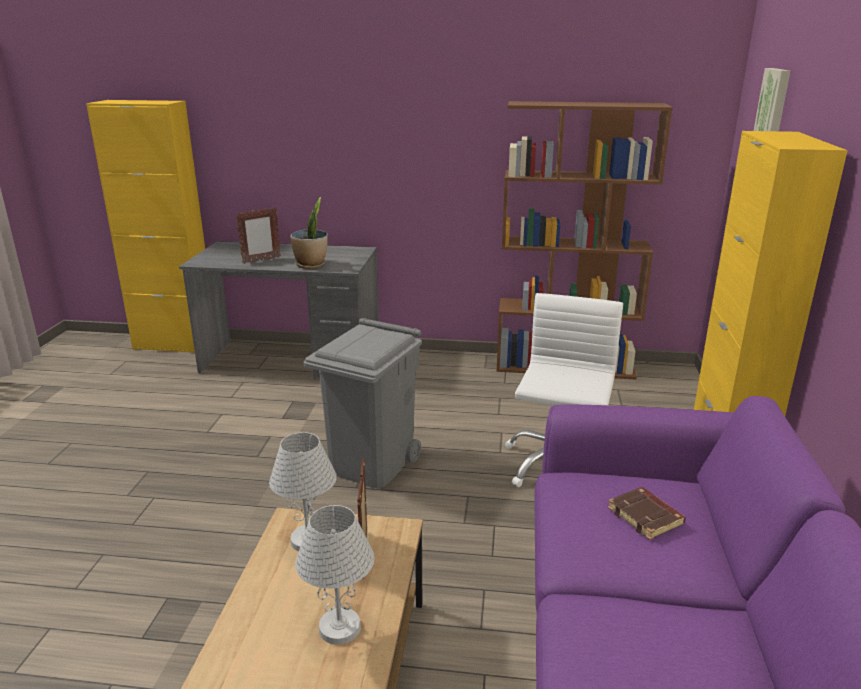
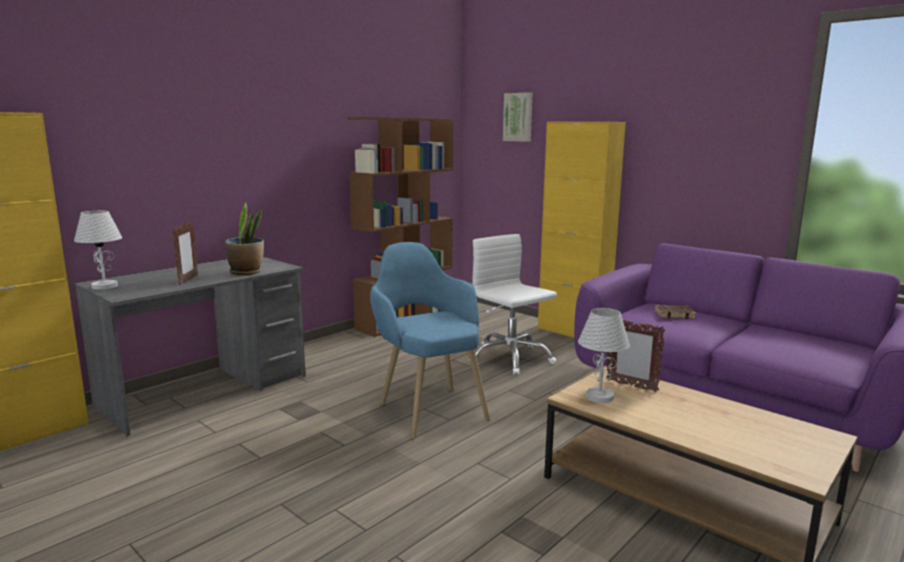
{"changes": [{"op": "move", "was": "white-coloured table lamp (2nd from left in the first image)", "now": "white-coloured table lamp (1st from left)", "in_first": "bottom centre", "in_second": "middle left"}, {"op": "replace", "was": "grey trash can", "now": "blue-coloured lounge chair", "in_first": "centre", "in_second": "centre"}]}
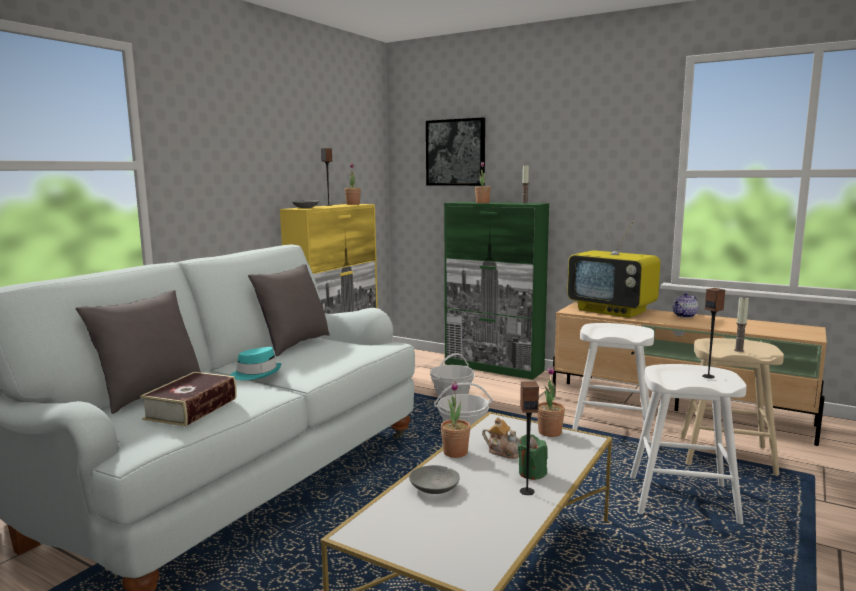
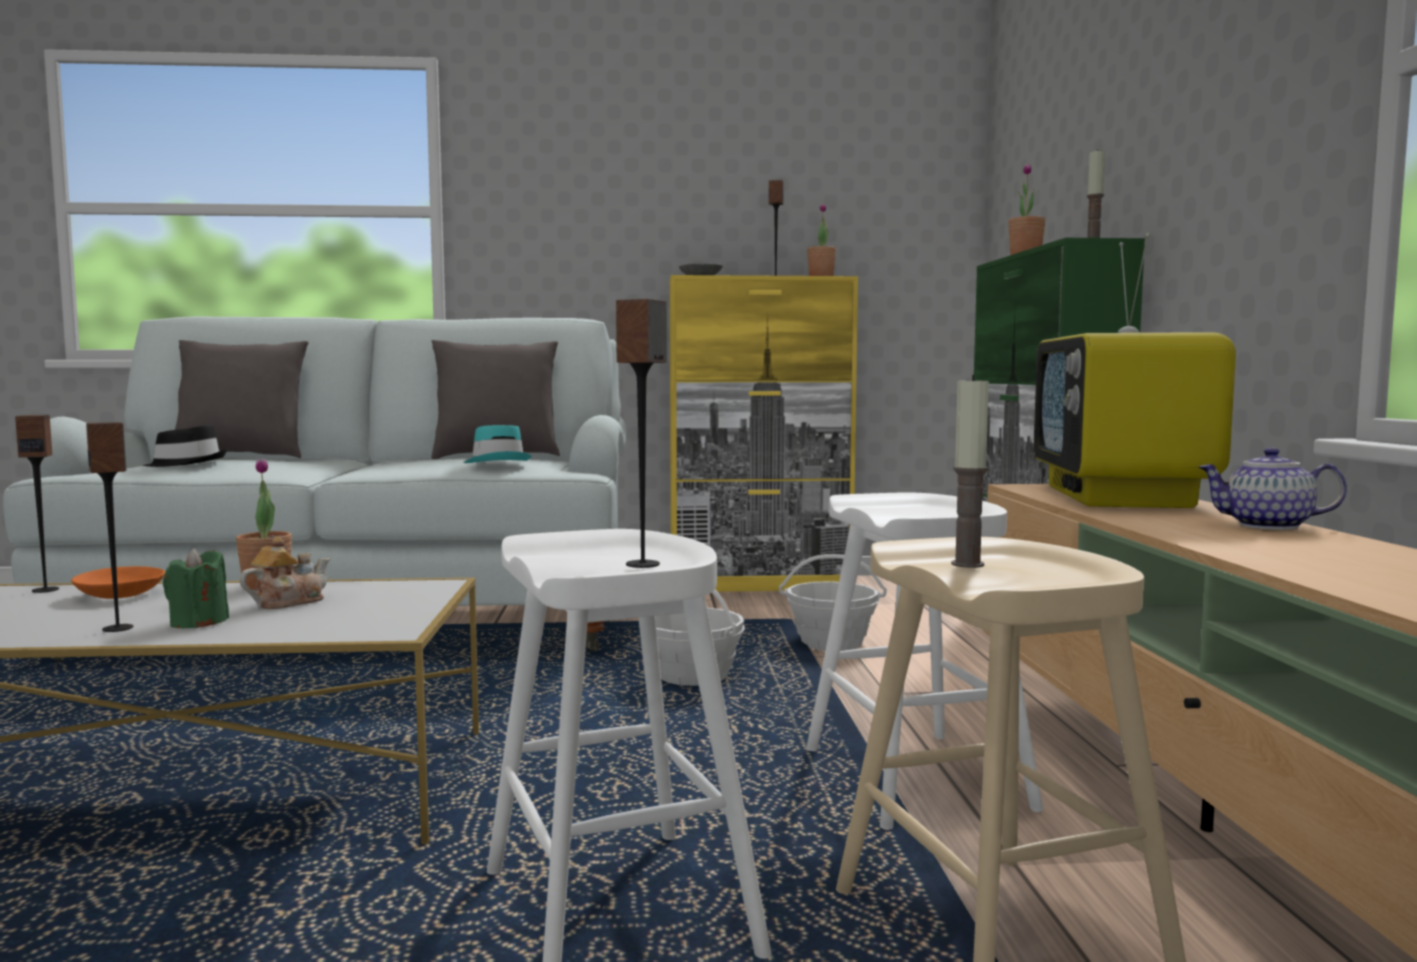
{"changes": [{"op": "replace", "was": "book", "now": "black-coloured clothing hat", "in_first": "bottom left", "in_second": "middle left"}, {"op": "move", "was": "turquoise-coloured clothing hat", "in_first": "middle left", "in_second": "centre"}, {"op": "recolor", "was": "grey deep dish (2nd from left)", "now": "orangey deep dish", "in_first": "bottom centre", "in_second": "middle left"}, {"op": "delete", "was": "picture", "in_first": "top centre"}, {"op": "rotate", "was": "pot for tea (1st from left)", "in_first": "bottom centre", "in_second": "middle left", "clockwise": -135}, {"op": "delete", "was": "plant in a pot (4th from left)", "in_first": "bottom centre"}, {"op": "insert", "now": "loudspeaker (1st from left)", "in_second": "middle left"}]}
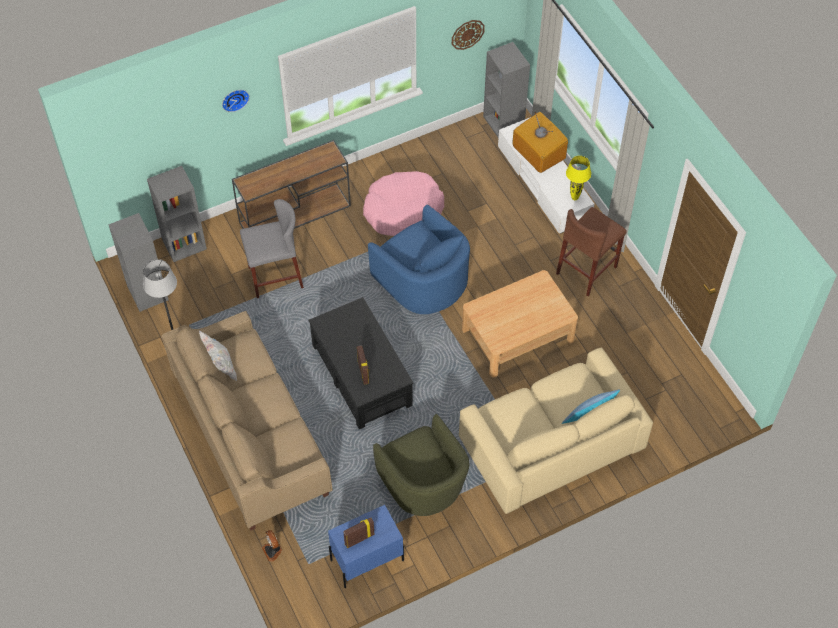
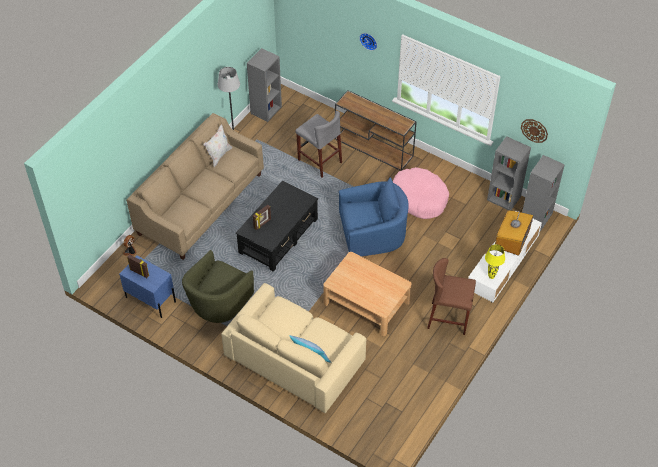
{"changes": [{"op": "move", "was": "grey shelving unit (2nd from left)", "in_first": "middle left", "in_second": "middle right"}, {"op": "rotate", "was": "blue-coloured lounge chair", "in_first": "centre", "in_second": "centre", "clockwise": -120}]}
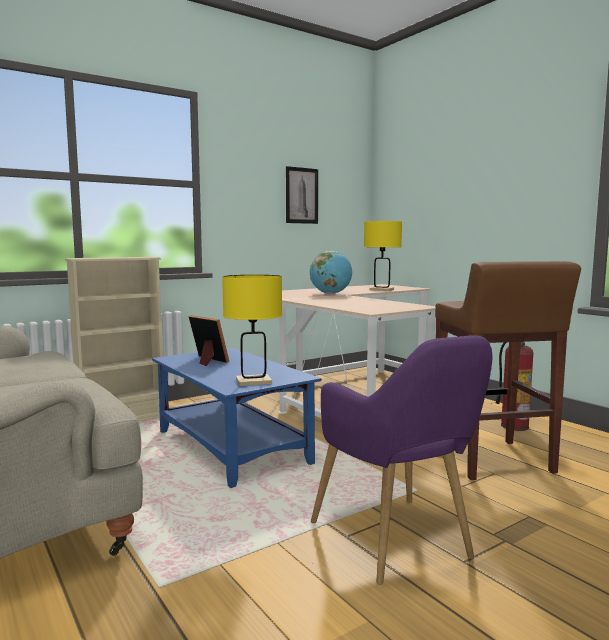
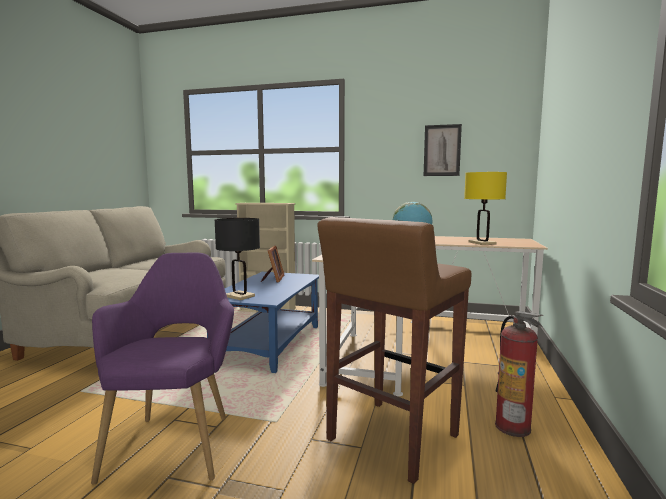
{"changes": [{"op": "recolor", "was": "yellow-coloured table lamp (1st from left)", "now": "black-coloured table lamp", "in_first": "centre", "in_second": "centre"}, {"op": "rotate", "was": "purple lounge chair", "in_first": "bottom centre", "in_second": "bottom left", "clockwise": 150}]}
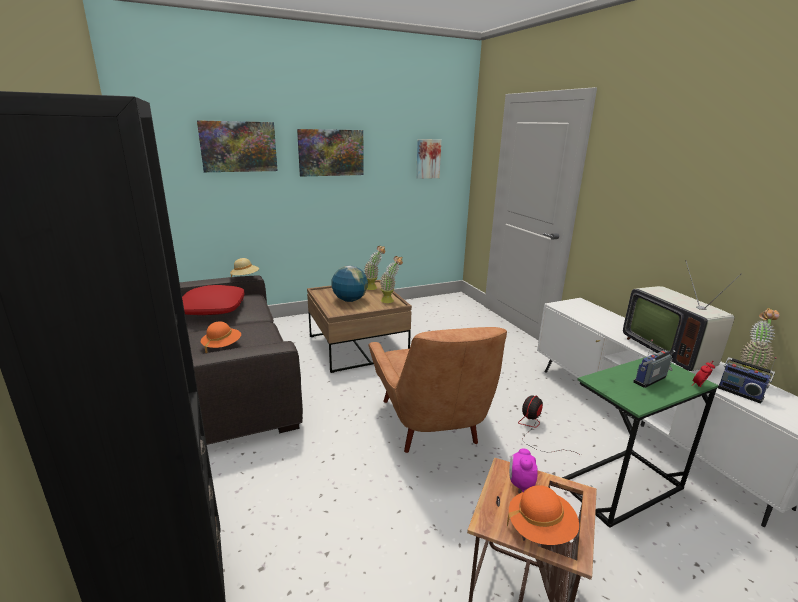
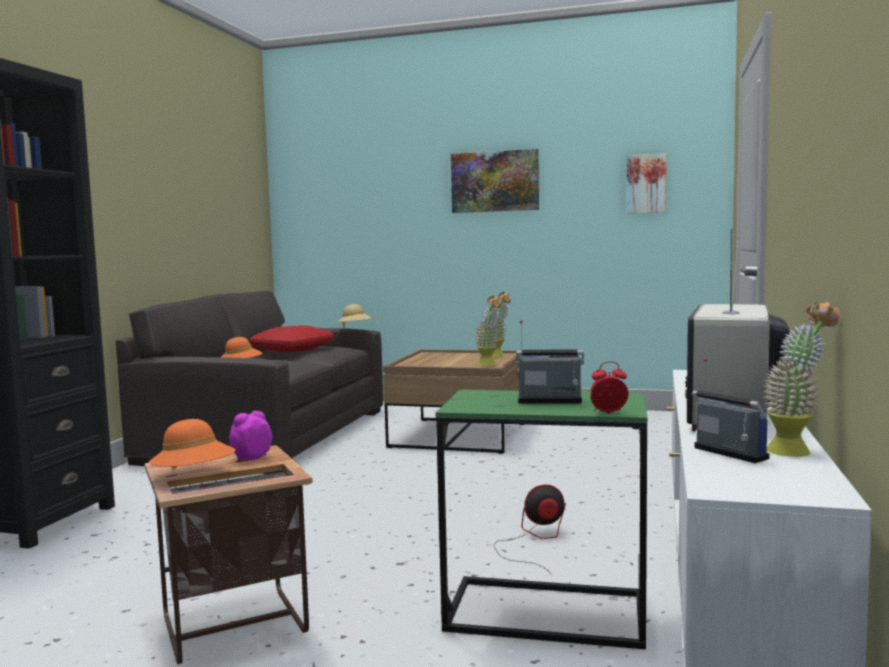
{"changes": [{"op": "delete", "was": "picture (1st from left)", "in_first": "top left"}, {"op": "delete", "was": "world globe", "in_first": "centre"}, {"op": "delete", "was": "brownish lounge chair", "in_first": "centre"}, {"op": "rotate", "was": "radio set (2nd from left)", "in_first": "middle right", "in_second": "middle right", "clockwise": 150}]}
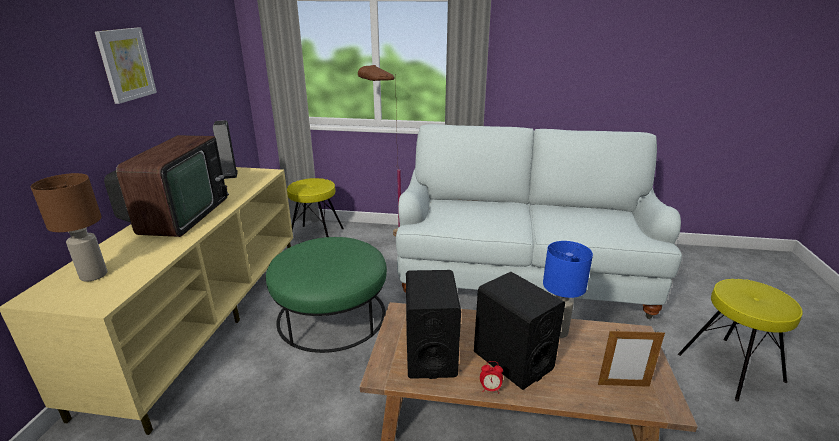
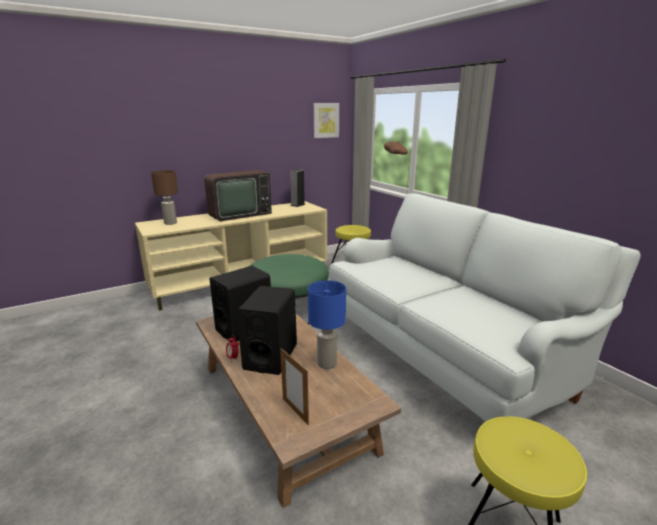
{"changes": [{"op": "move", "was": "picture", "in_first": "top left", "in_second": "top centre"}]}
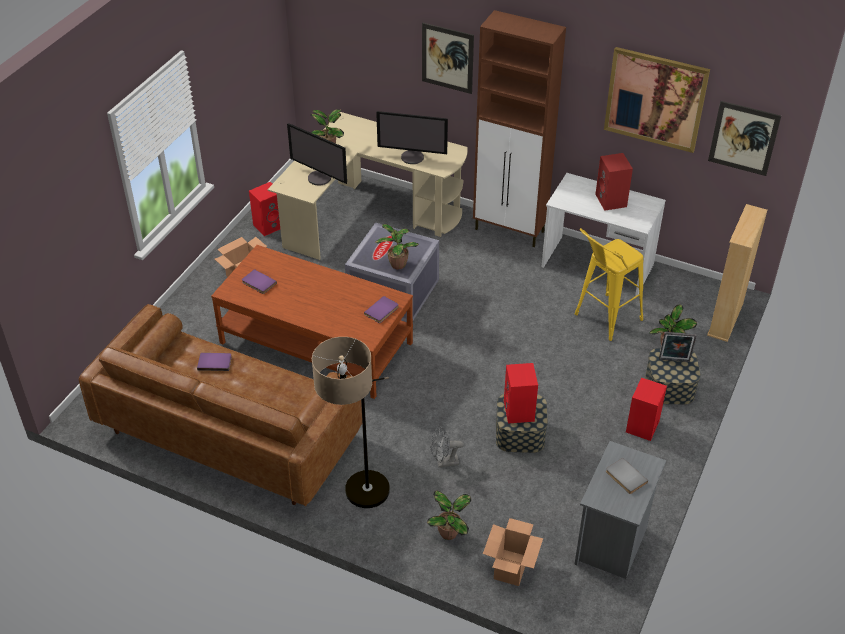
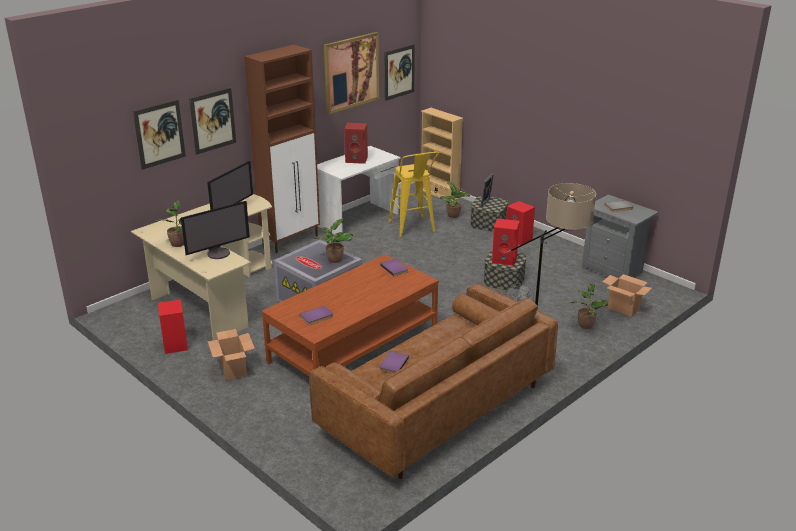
{"changes": [{"op": "insert", "now": "picture (1st from left)", "in_second": "top left"}]}
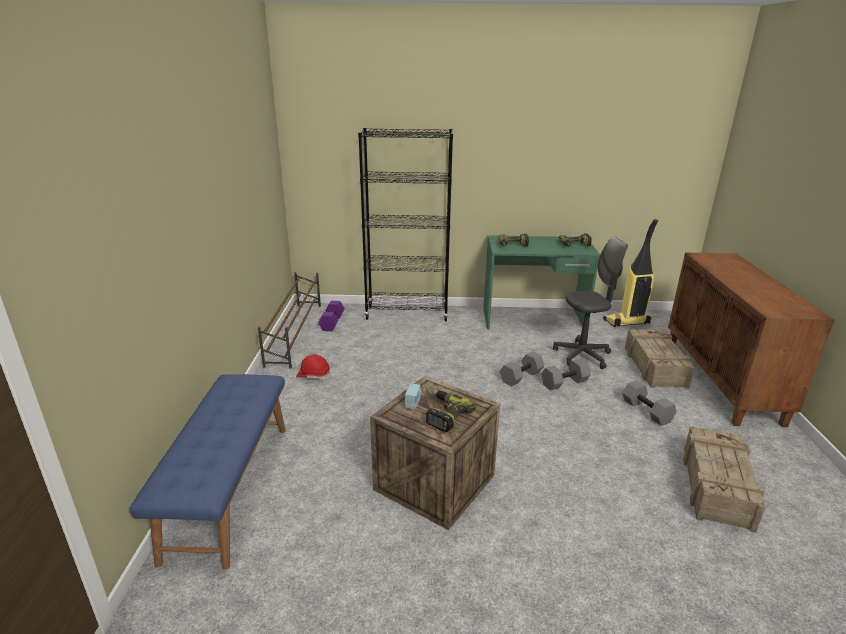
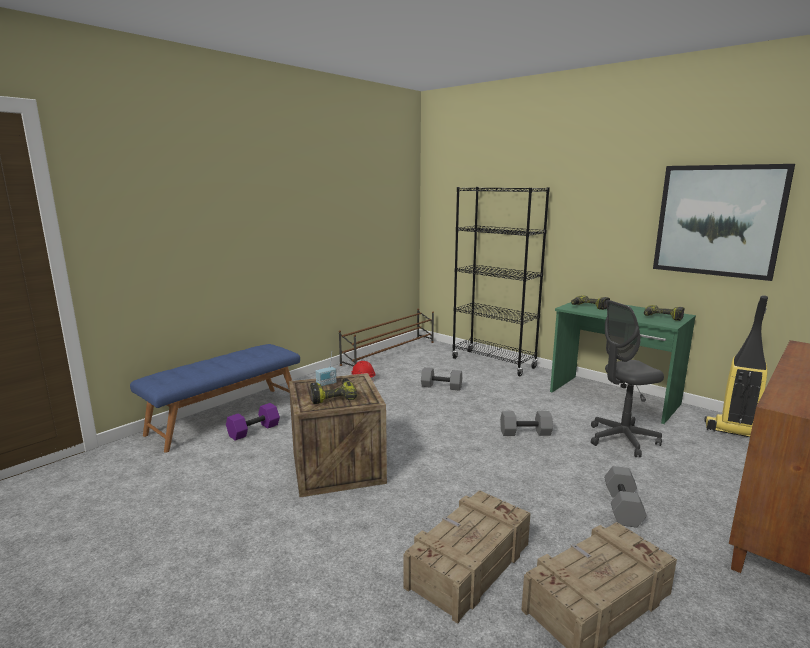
{"changes": [{"op": "move", "was": "purple free weight", "in_first": "centre", "in_second": "middle left"}, {"op": "move", "was": "grey free weight (2nd from left in the first image)", "now": "grey free weight (1st from left)", "in_first": "middle right", "in_second": "centre"}, {"op": "rotate", "was": "grey office chair", "in_first": "middle right", "in_second": "middle right", "clockwise": 135}, {"op": "move", "was": "shipping crate (2nd from left)", "in_first": "middle right", "in_second": "bottom centre"}, {"op": "insert", "now": "picture", "in_second": "middle right"}]}
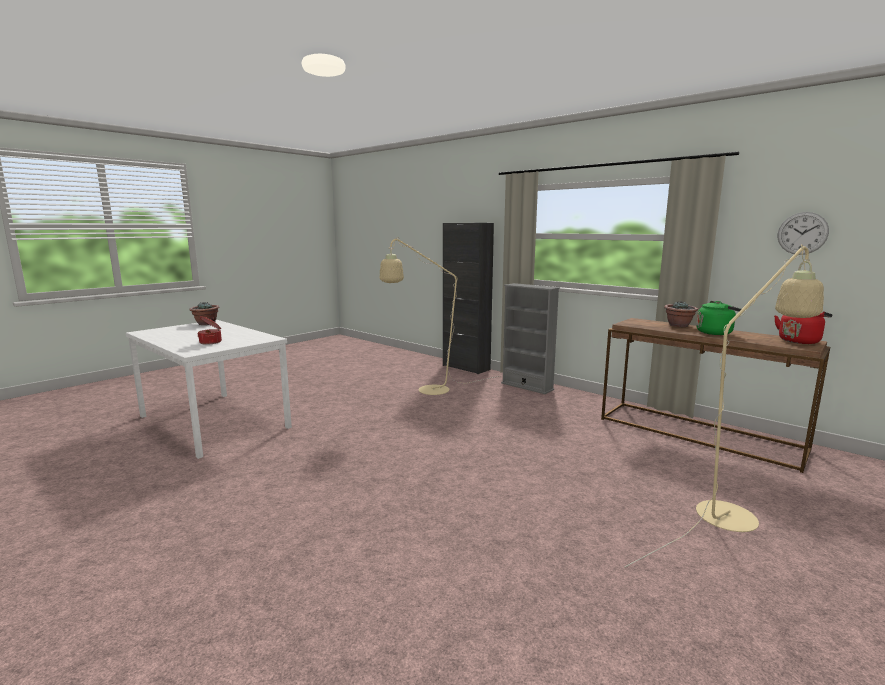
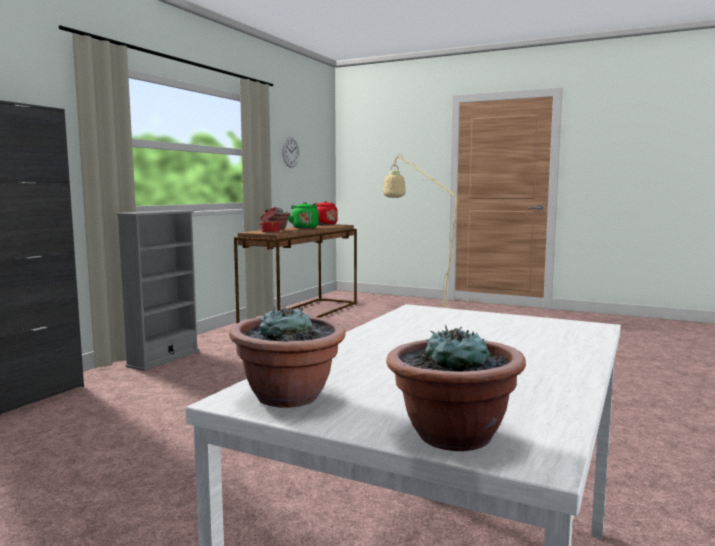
{"changes": [{"op": "move", "was": "cooking pot", "in_first": "middle left", "in_second": "centre"}, {"op": "delete", "was": "beige-coloured standing lamp (1st from left)", "in_first": "centre"}, {"op": "insert", "now": "plant in a pot (3rd from left)", "in_second": "bottom centre"}]}
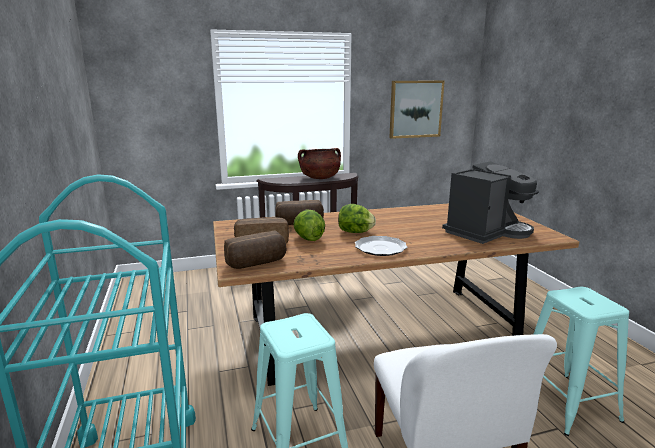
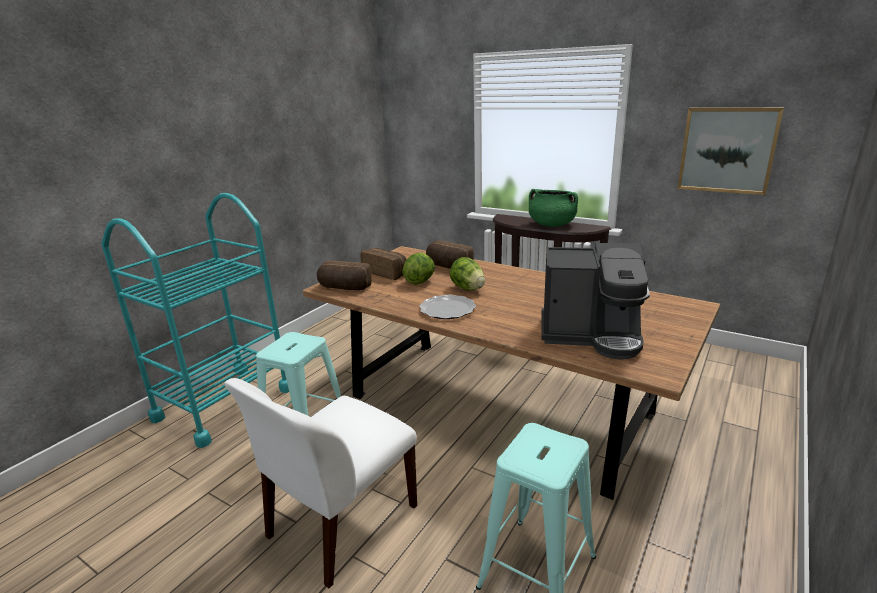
{"changes": [{"op": "recolor", "was": "brownish cooking pot", "now": "green-coloured cooking pot", "in_first": "centre", "in_second": "centre"}]}
